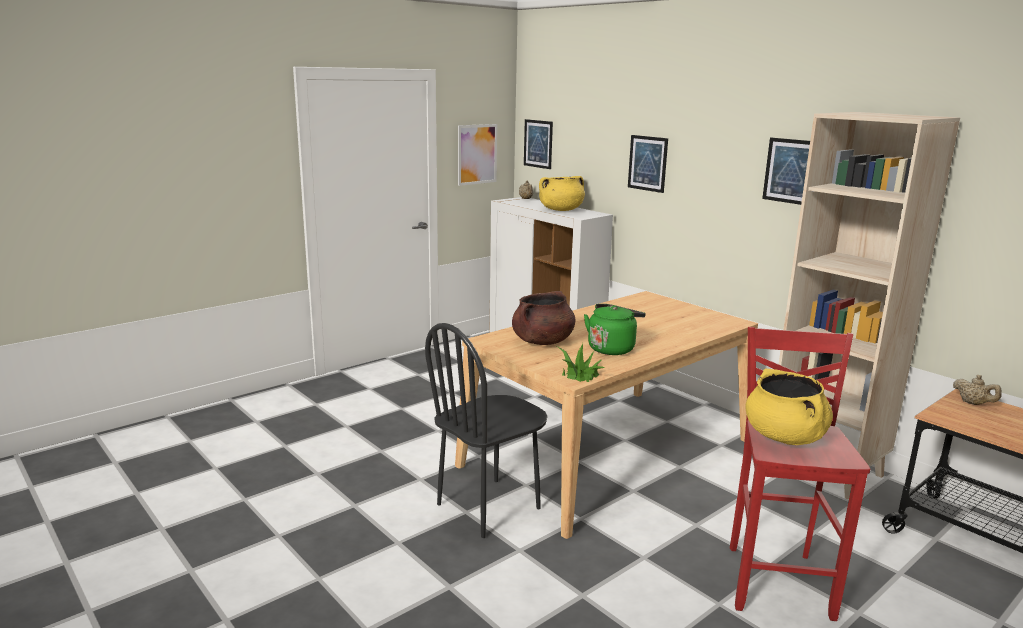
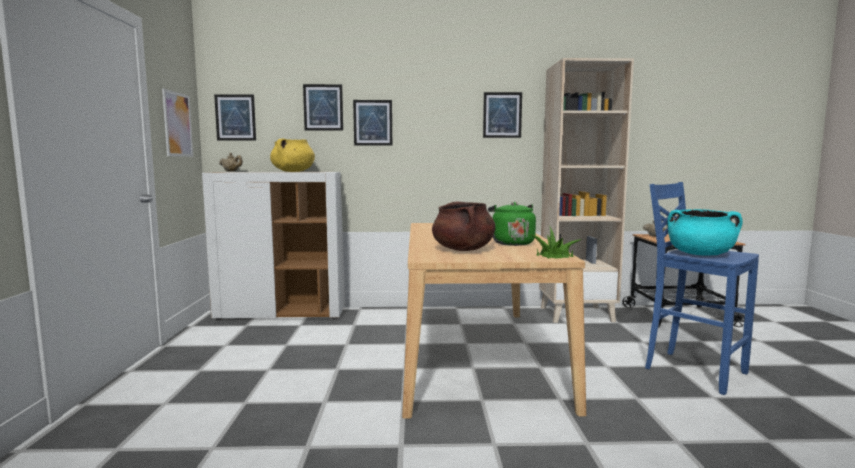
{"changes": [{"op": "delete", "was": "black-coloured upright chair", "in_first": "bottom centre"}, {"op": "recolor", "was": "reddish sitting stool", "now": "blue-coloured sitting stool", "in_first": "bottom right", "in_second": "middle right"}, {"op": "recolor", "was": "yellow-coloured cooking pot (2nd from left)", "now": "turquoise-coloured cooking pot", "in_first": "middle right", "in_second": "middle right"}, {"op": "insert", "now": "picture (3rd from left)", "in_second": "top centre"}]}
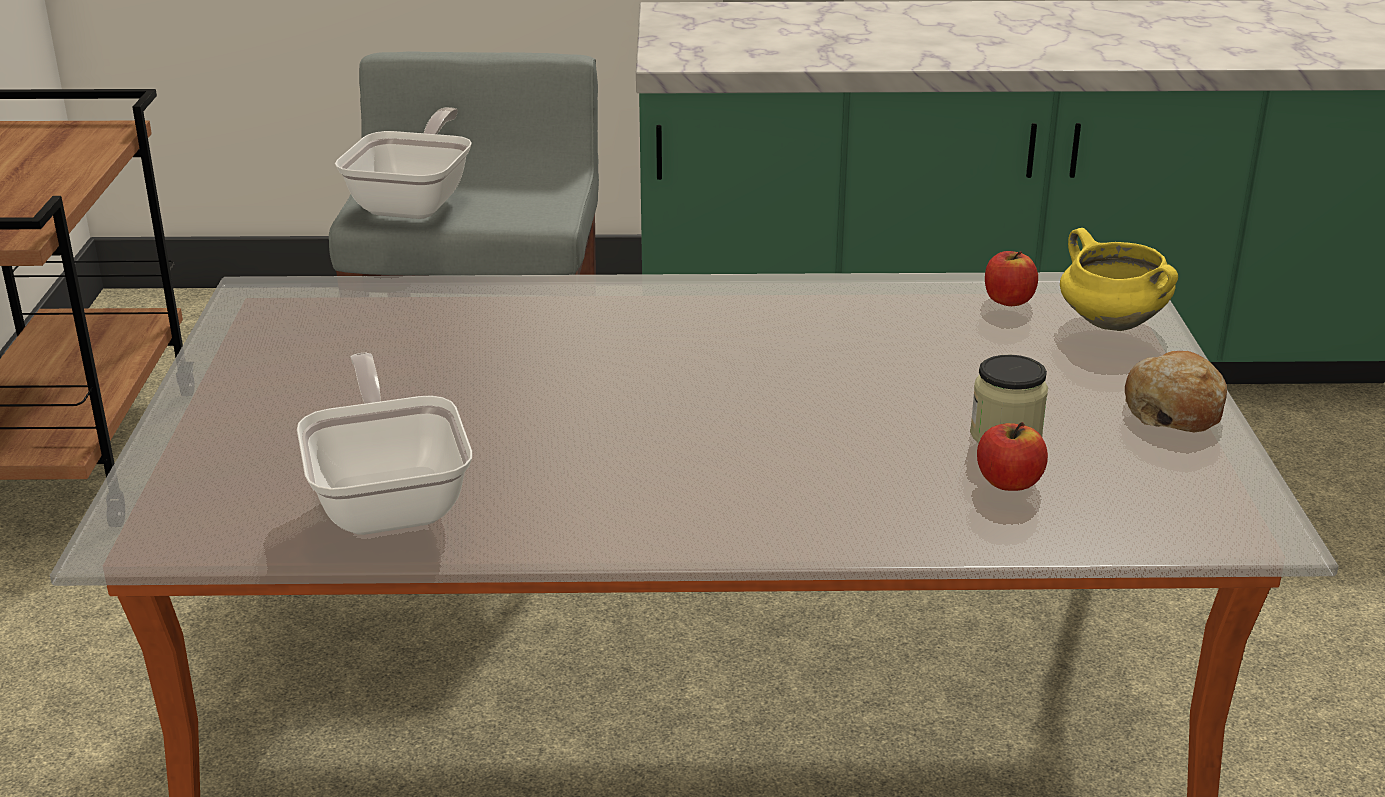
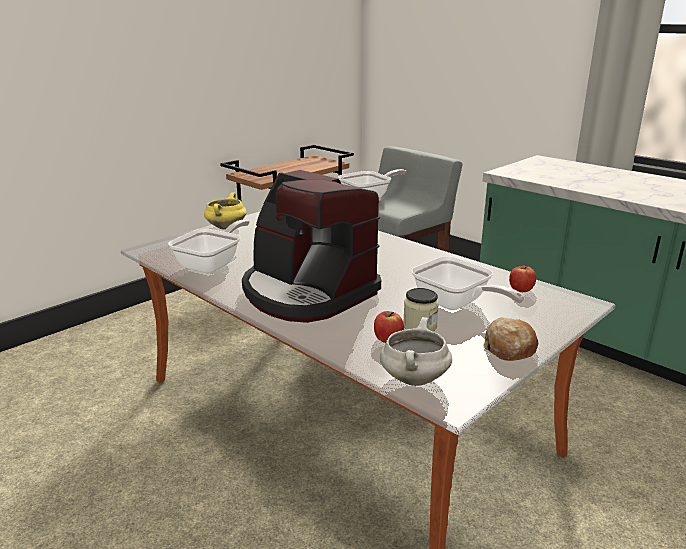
{"changes": [{"op": "move", "was": "yellow-coloured cooking pot", "in_first": "middle right", "in_second": "middle left"}, {"op": "insert", "now": "coffee maker", "in_second": "centre"}, {"op": "insert", "now": "white-coloured cooking pot", "in_second": "centre"}, {"op": "insert", "now": "skillet (3rd from left)", "in_second": "middle right"}]}
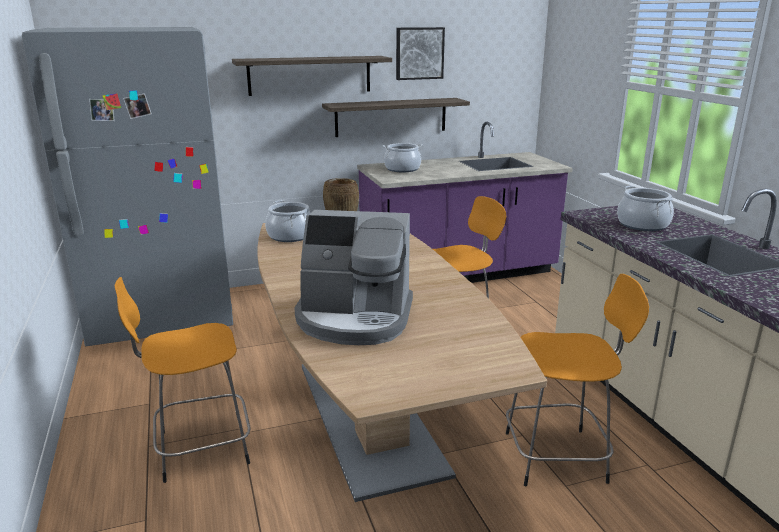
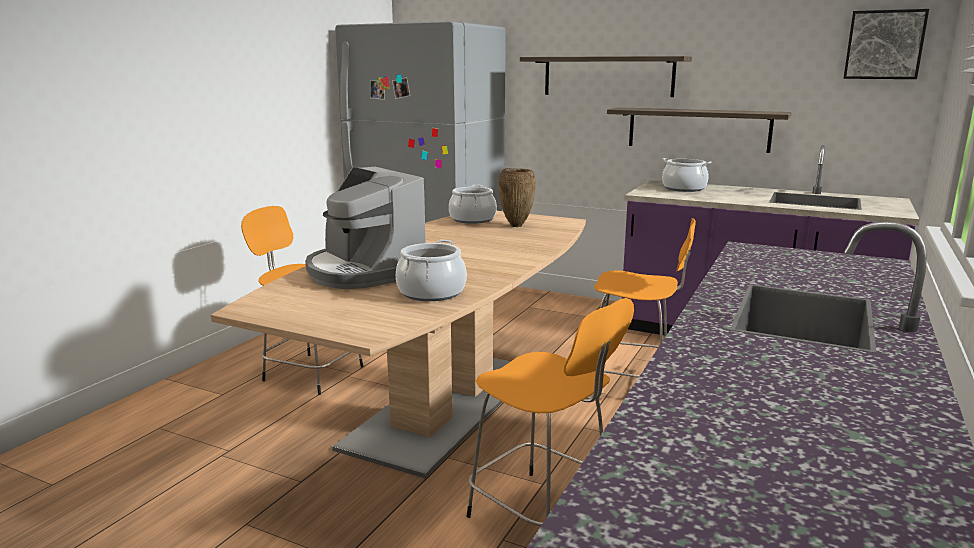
{"changes": [{"op": "move", "was": "picture", "in_first": "top centre", "in_second": "top right"}, {"op": "move", "was": "cooking pot (3rd from left in the first image)", "now": "cooking pot (1st from left)", "in_first": "middle right", "in_second": "centre"}]}
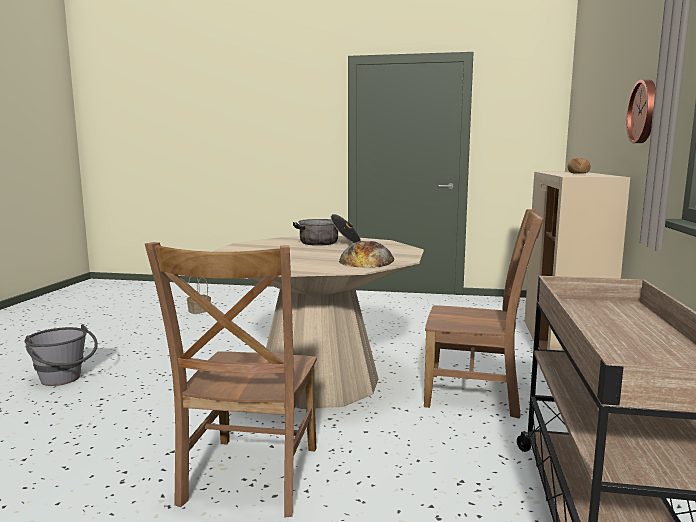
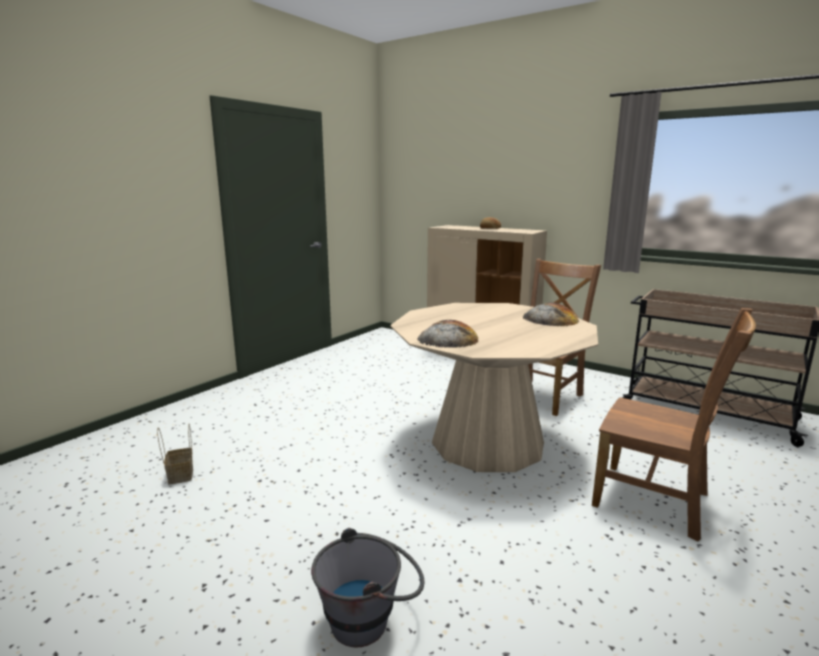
{"changes": [{"op": "delete", "was": "cooking pot", "in_first": "centre"}, {"op": "delete", "was": "wall clock", "in_first": "top right"}, {"op": "insert", "now": "baked bread (1st from left)", "in_second": "centre"}]}
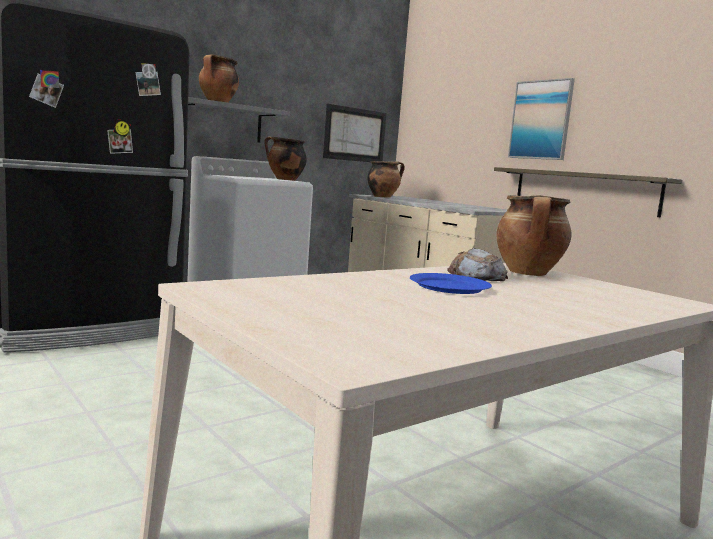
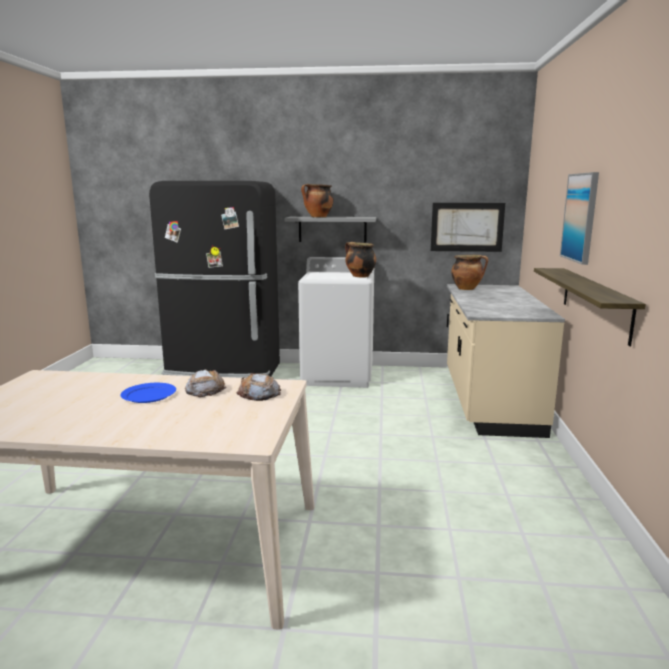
{"changes": [{"op": "replace", "was": "cooking pot (4th from left)", "now": "baked bread (2nd from left)", "in_first": "middle right", "in_second": "centre"}]}
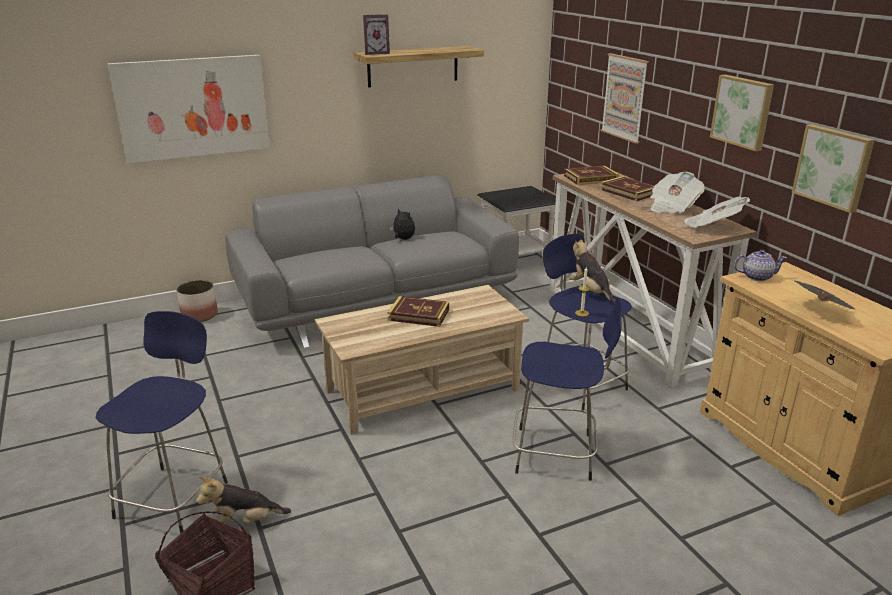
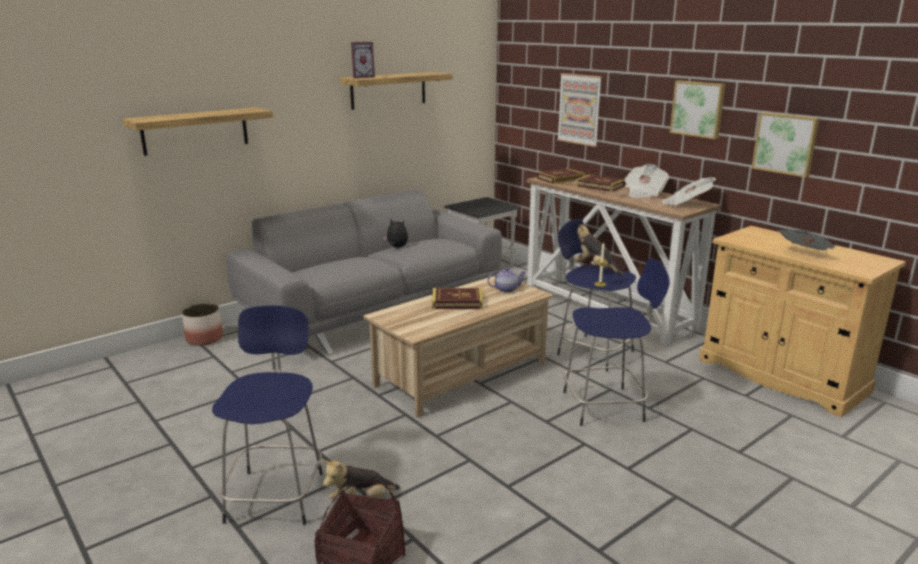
{"changes": [{"op": "replace", "was": "picture (1st from left)", "now": "shelf (1st from left)", "in_first": "top left", "in_second": "top left"}, {"op": "move", "was": "pot for tea", "in_first": "middle right", "in_second": "centre"}]}
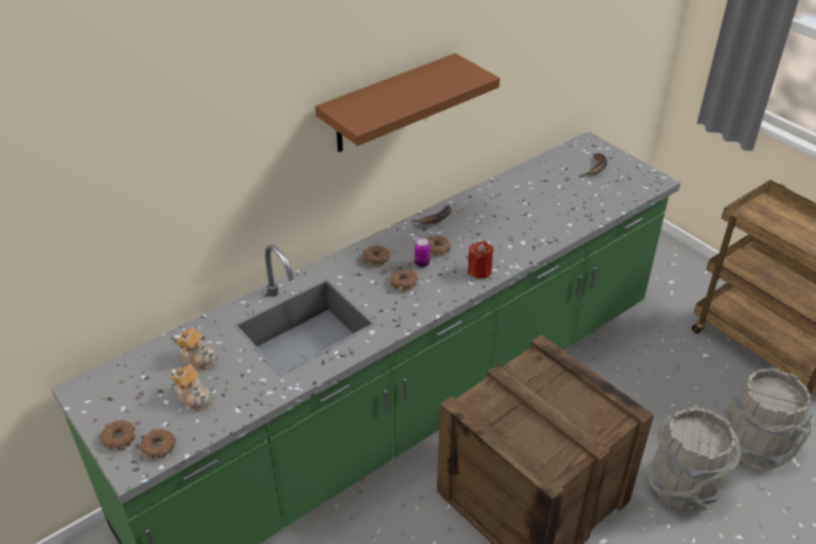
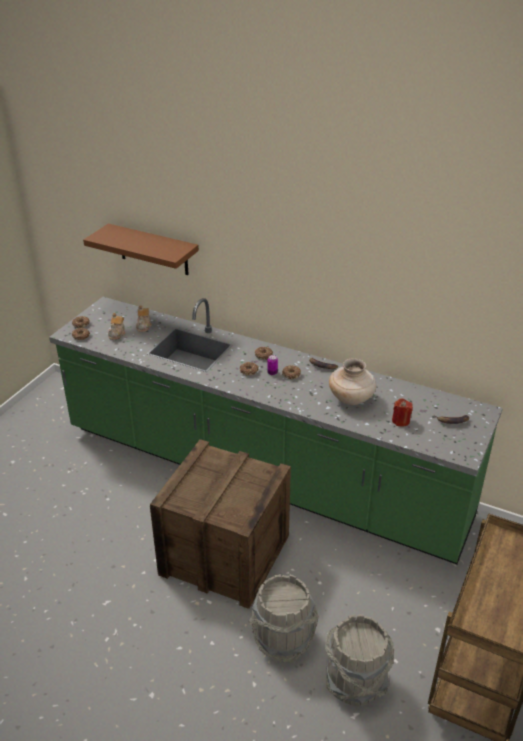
{"changes": [{"op": "move", "was": "brownish shelf", "in_first": "top centre", "in_second": "middle left"}, {"op": "move", "was": "reddish candle", "in_first": "centre", "in_second": "middle right"}, {"op": "insert", "now": "beige-coloured decorative vase", "in_second": "middle right"}]}
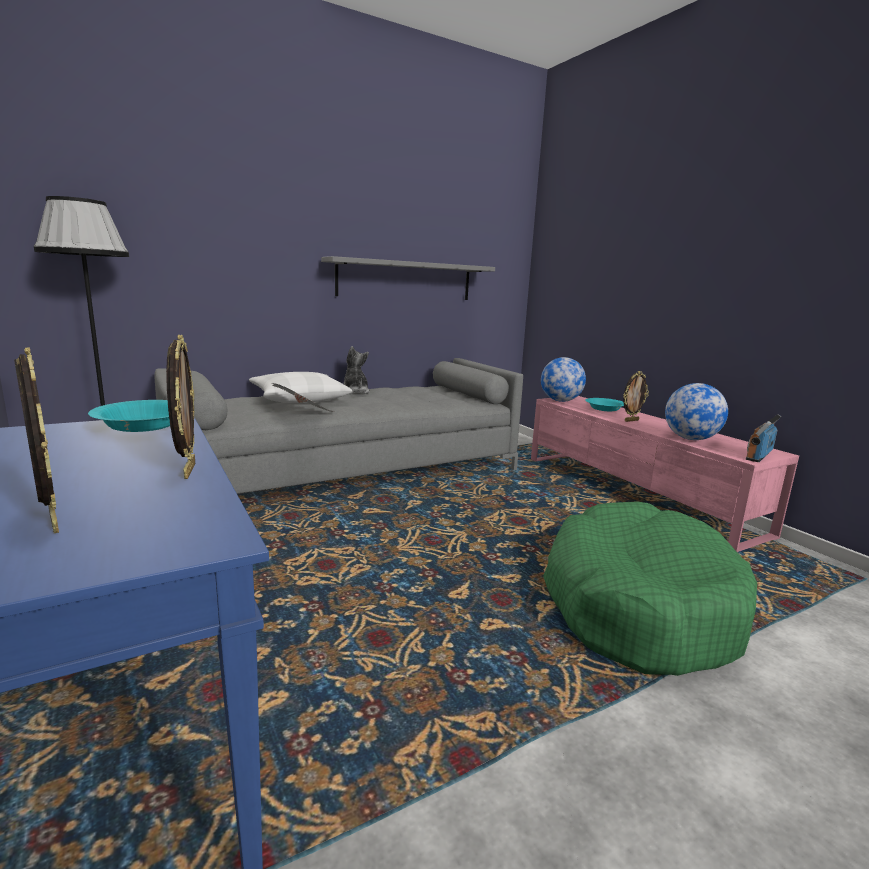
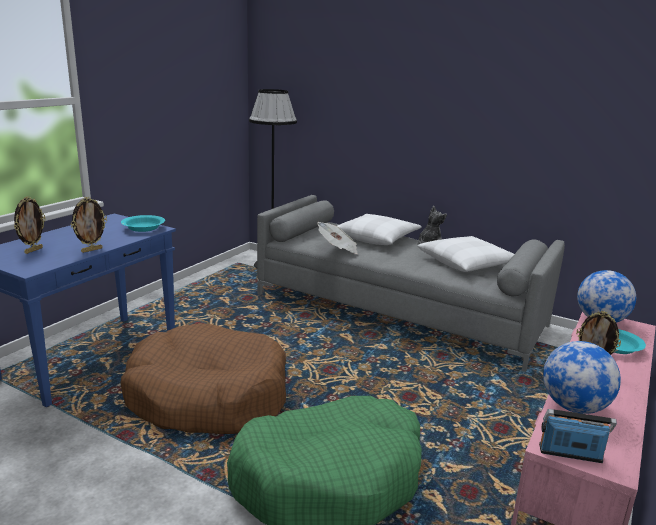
{"changes": [{"op": "delete", "was": "grey shelf", "in_first": "top centre"}, {"op": "insert", "now": "brownish dog bed", "in_second": "bottom left"}, {"op": "insert", "now": "white-coloured throw pillow (2nd from left)", "in_second": "middle right"}]}
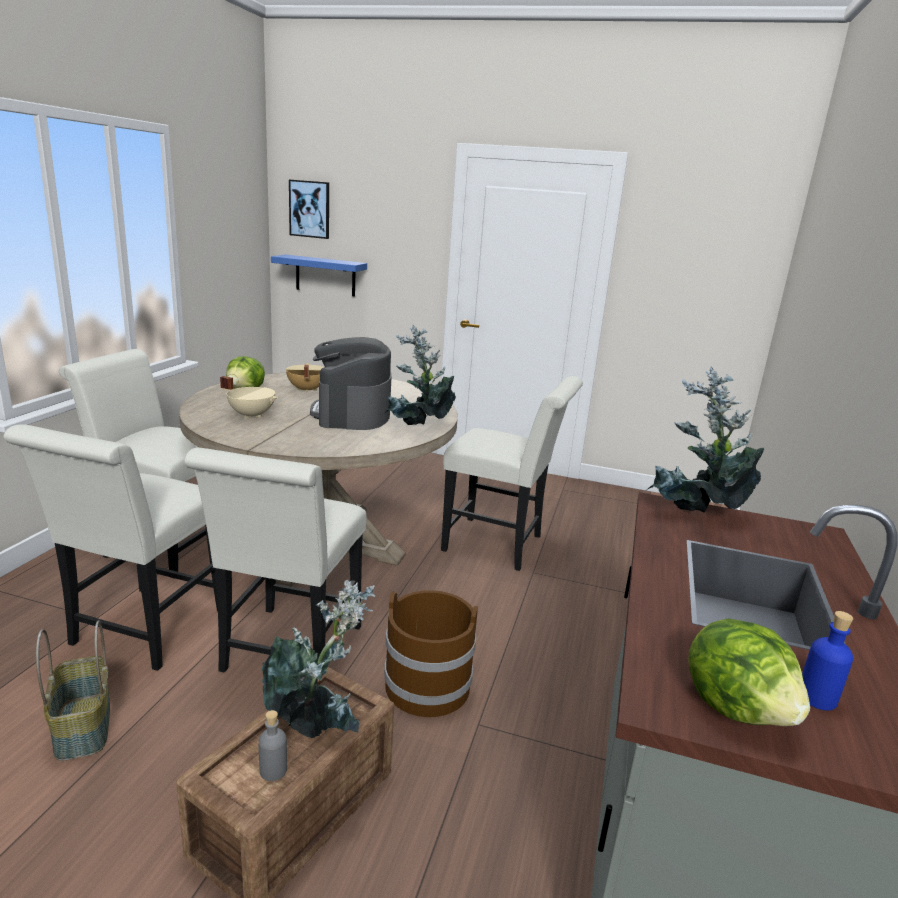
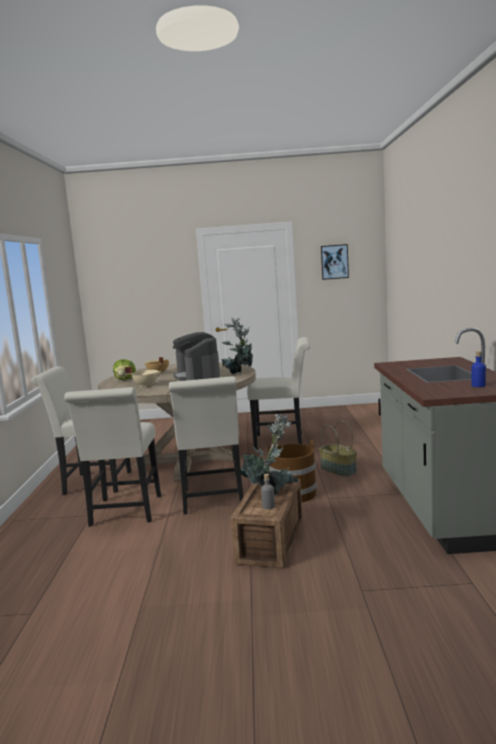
{"changes": [{"op": "move", "was": "household basket", "in_first": "bottom left", "in_second": "middle right"}, {"op": "delete", "was": "blue-coloured shelf", "in_first": "top centre"}, {"op": "move", "was": "picture", "in_first": "top centre", "in_second": "middle right"}, {"op": "delete", "was": "plant in a pot (3rd from left)", "in_first": "middle right"}, {"op": "delete", "was": "head of lettuce (2nd from left)", "in_first": "bottom right"}]}
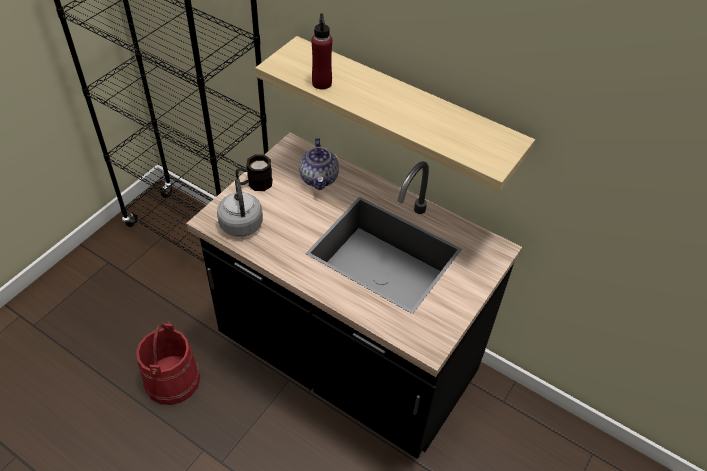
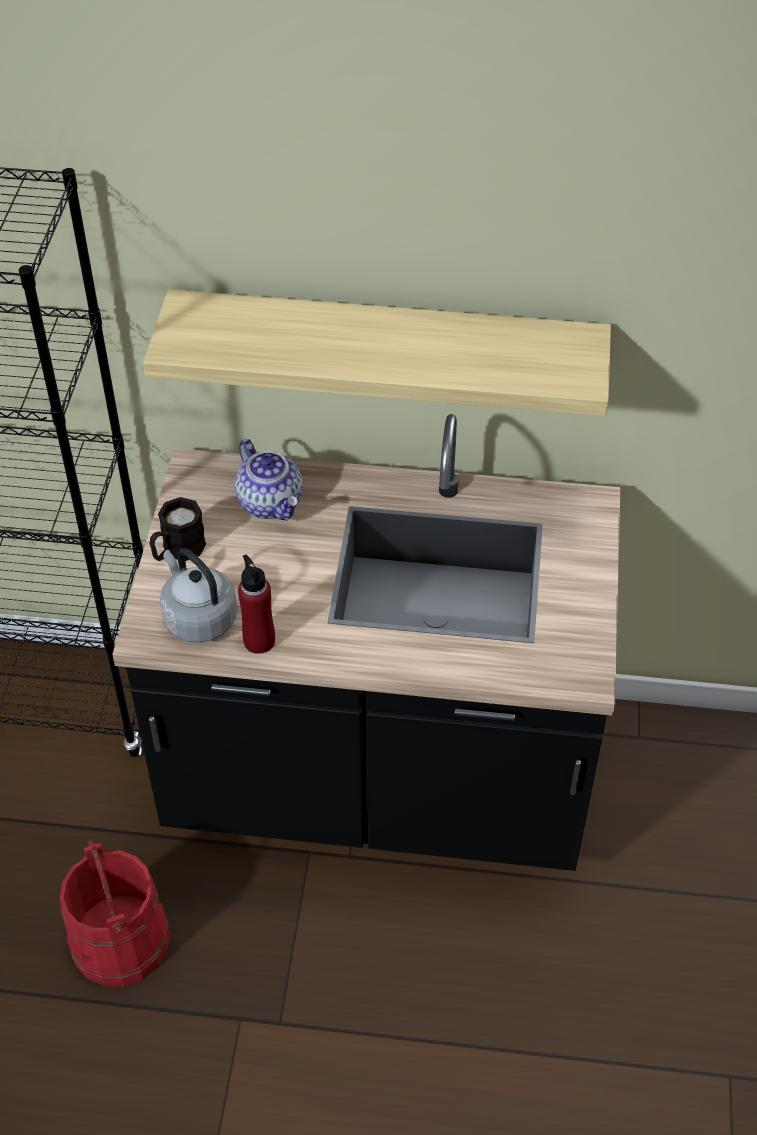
{"changes": [{"op": "move", "was": "reddish drink bottle", "in_first": "top centre", "in_second": "centre"}]}
